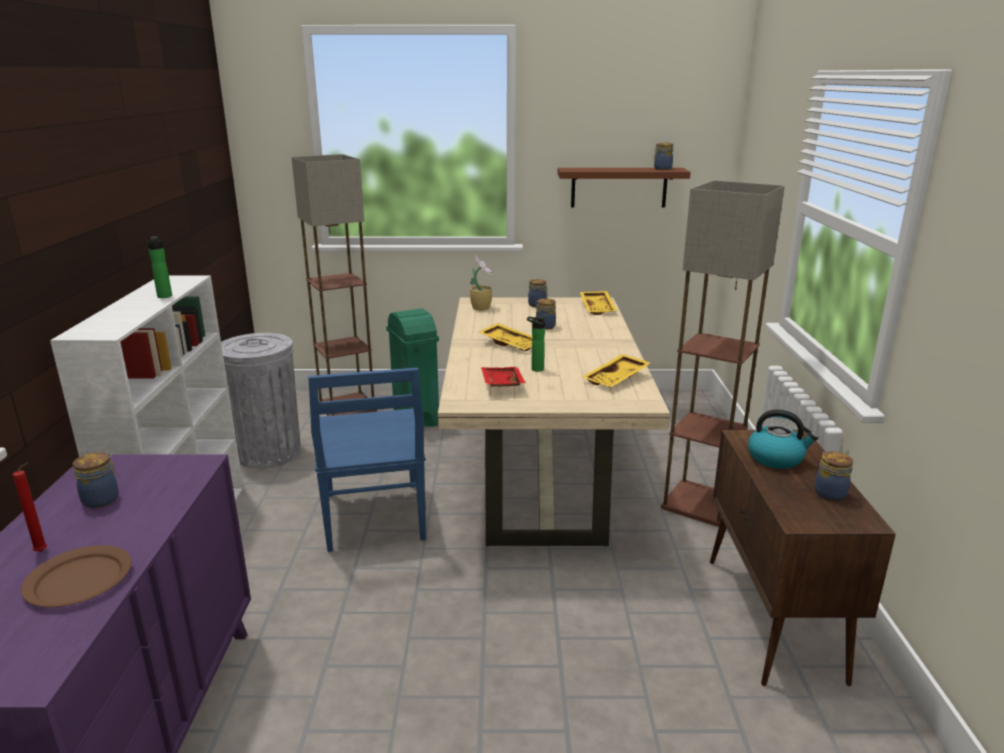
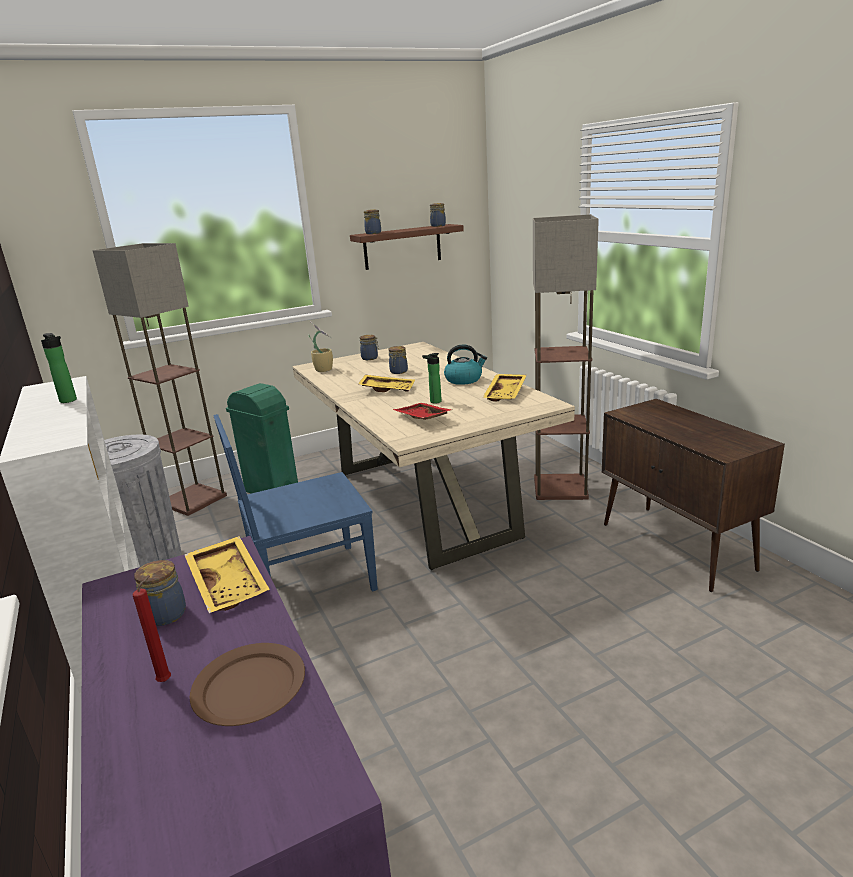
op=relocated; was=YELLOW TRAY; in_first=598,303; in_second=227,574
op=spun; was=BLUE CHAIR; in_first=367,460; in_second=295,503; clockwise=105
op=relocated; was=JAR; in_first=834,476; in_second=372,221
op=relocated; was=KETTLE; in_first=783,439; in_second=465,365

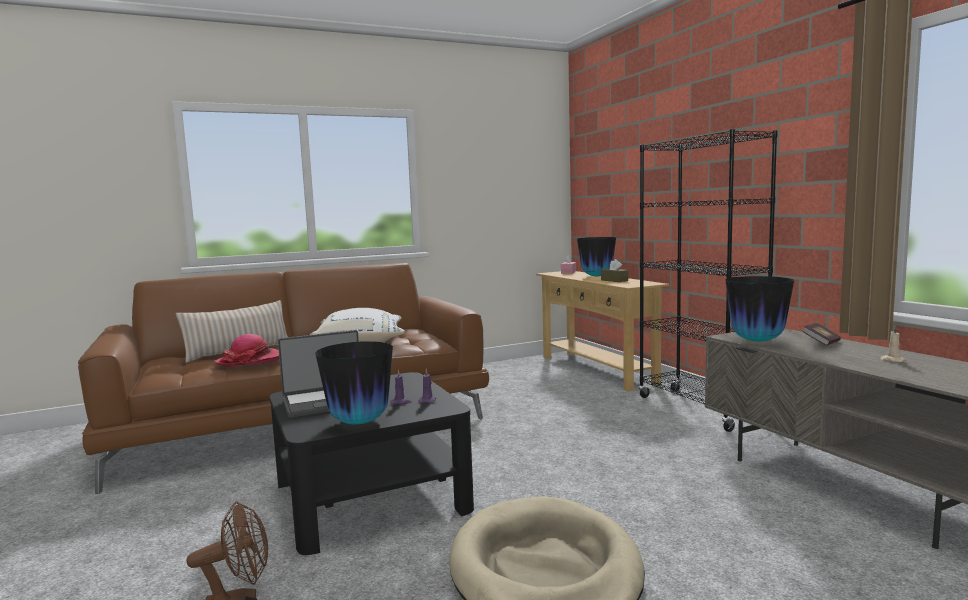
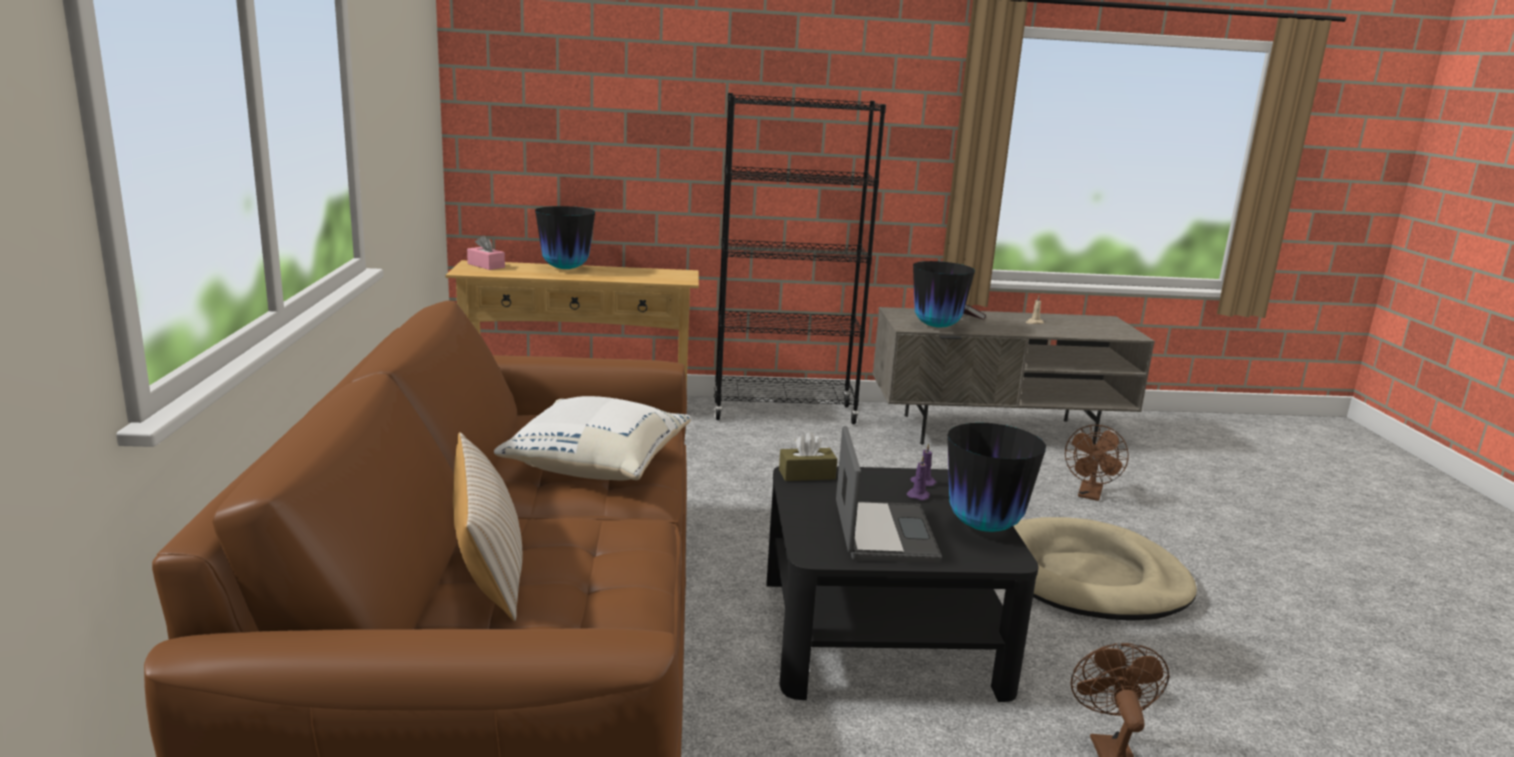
op=relocated; was=BROWN TISSUE BOX; in_first=614,270; in_second=808,456
op=appeared; now=BROWN FAN; in_second=1097,463
op=missing; was=HAT; in_first=246,350

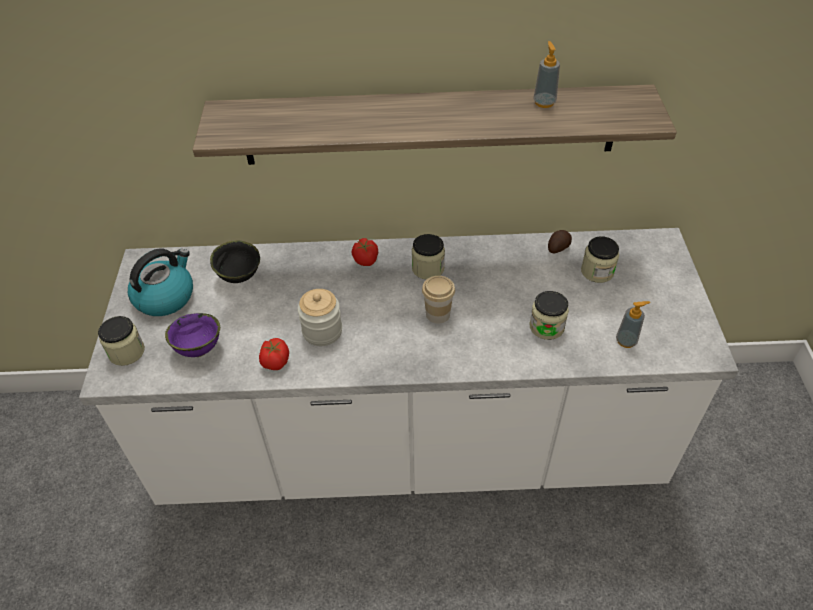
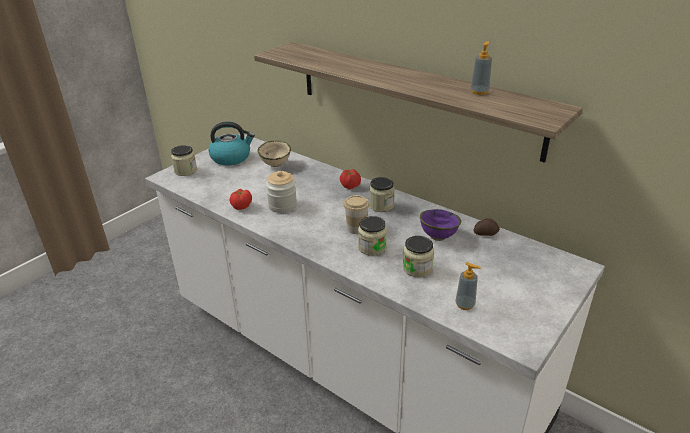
op=colour; was=BLACK BOWL; now=BEIGE BOWL; in_first=235,261; in_second=274,154
op=relocated; was=JAR; in_first=600,259; in_second=372,236
op=relocated; was=PURPLE BOWL; in_first=192,335; in_second=440,225

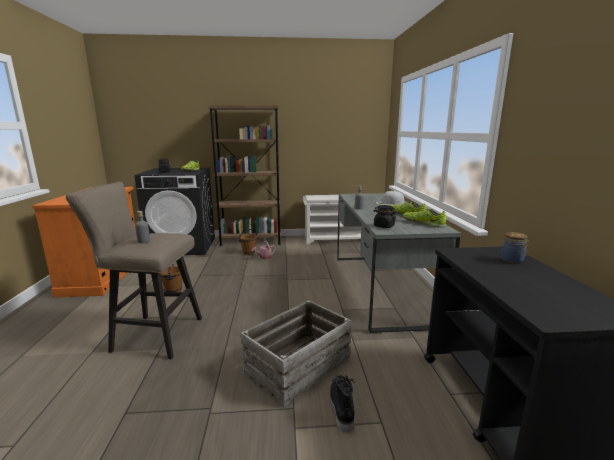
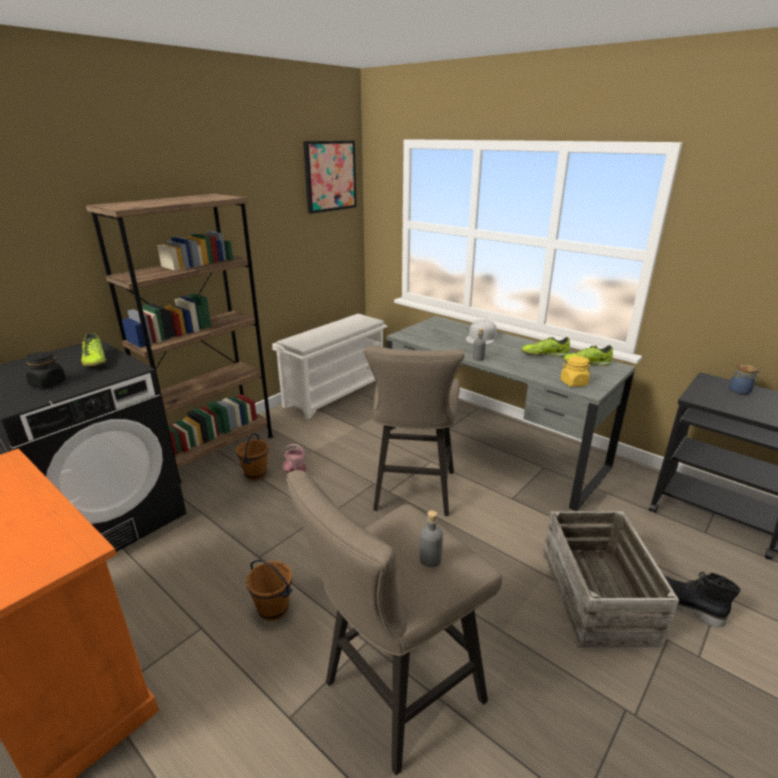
op=appeared; now=PICTURE; in_second=330,177
op=appeared; now=BEIGE STOOL; in_second=414,431
op=colour; was=BLACK JAR; now=YELLOW JAR; in_first=385,216; in_second=575,371

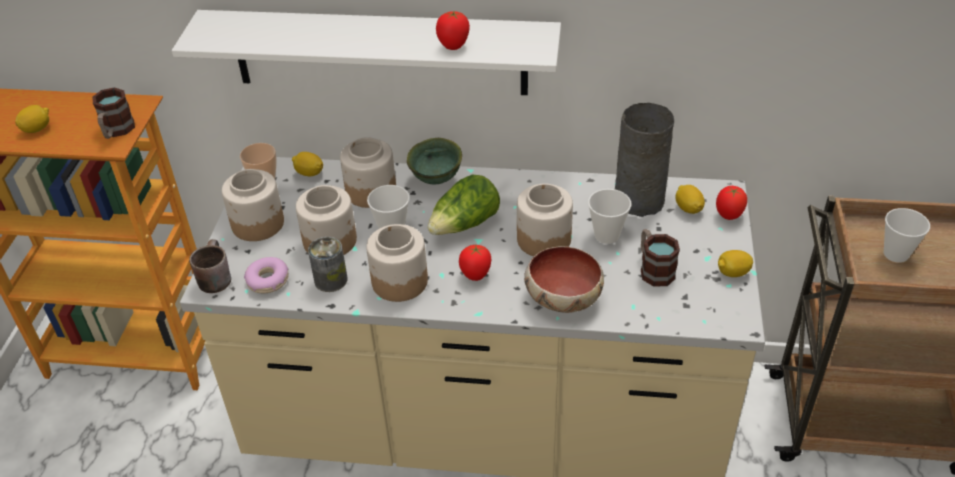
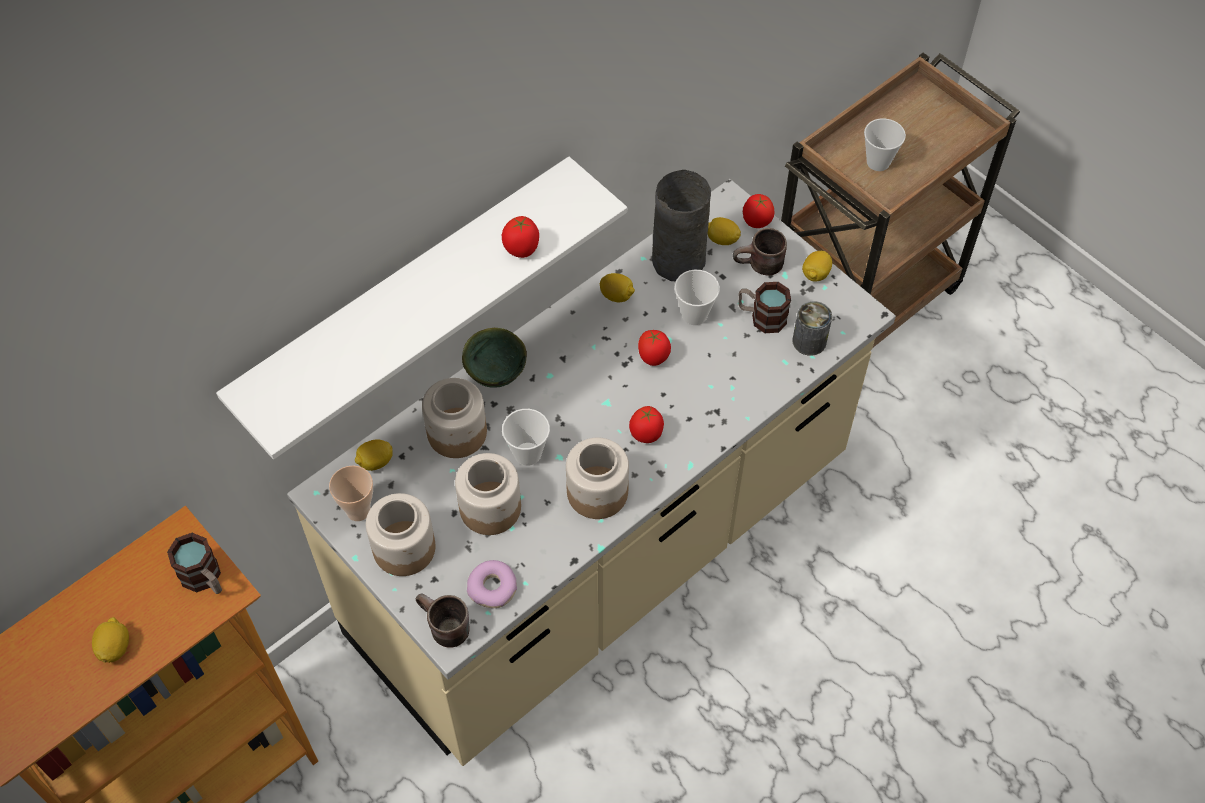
op=appeared; now=LEMON; in_second=617,287
op=exchanged; was=JAR; now=TOMATO; in_first=545,219; in_second=654,348
op=appeared; now=BROWN MUG; in_second=760,251
op=relocated; was=CAN; in_first=328,264; in_second=812,328
op=missing; was=LETTUCE; in_first=464,205
op=missing; was=BOWL; in_first=564,279

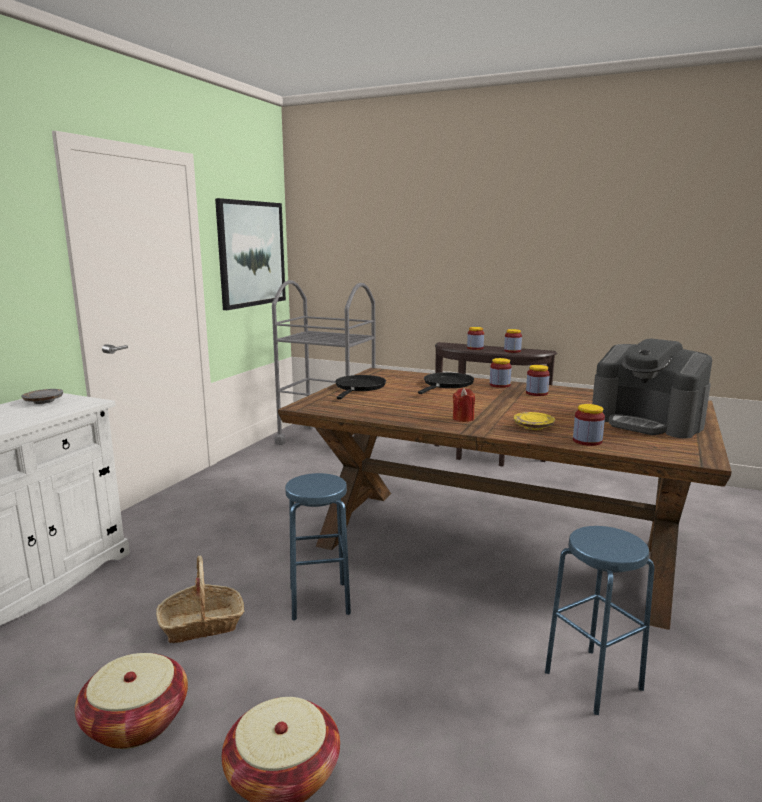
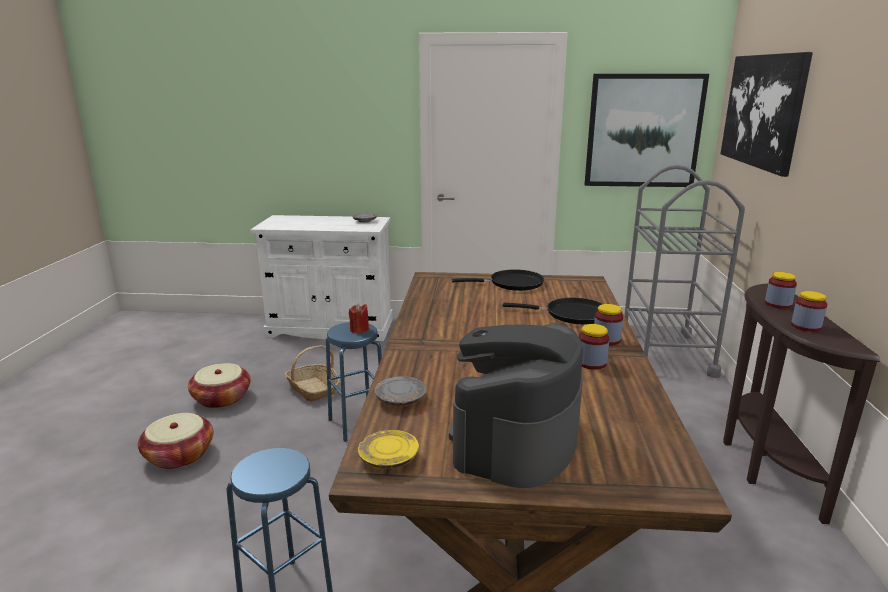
op=relocated; was=RED CANDLE; in_first=464,405; in_second=359,318
op=relocated; was=YELLOW PLATE; in_first=534,421; in_second=388,449
op=exchanged; was=JAR; now=GREY PLATE; in_first=589,425; in_second=400,391
op=appeared; now=PICTURE; in_second=767,114

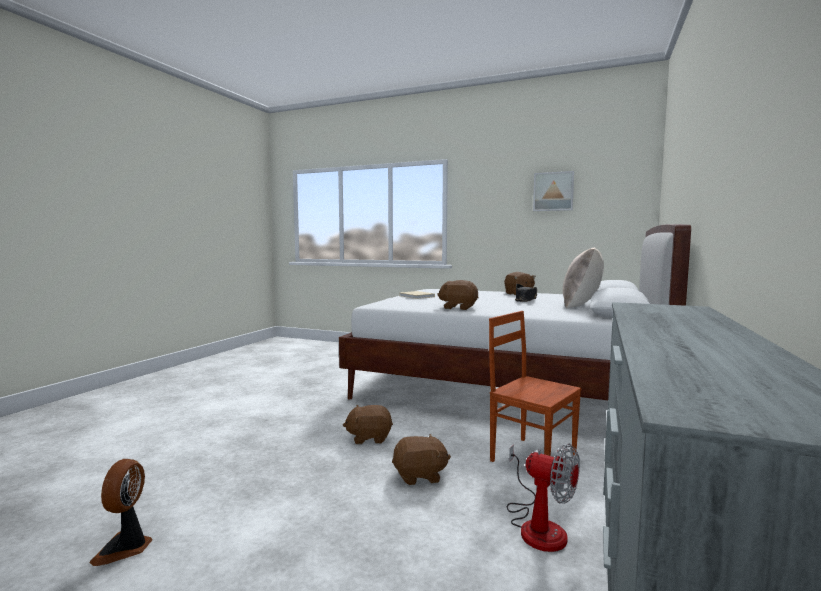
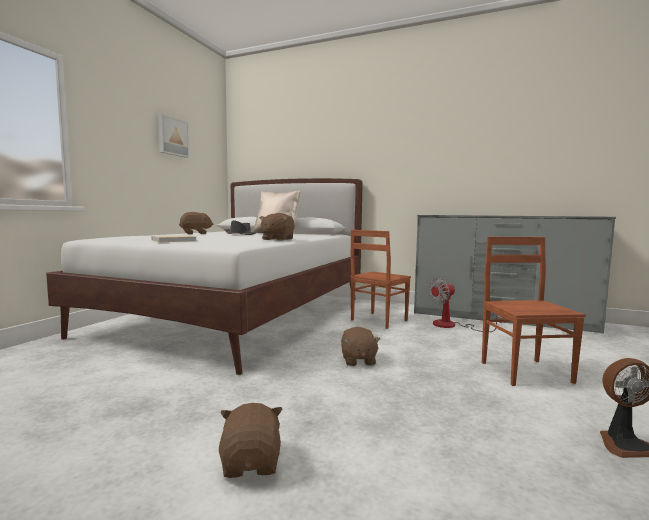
op=relocated; was=BROWN PLUSH TOY; in_first=421,459; in_second=250,440
op=spun; was=FAN; in_first=543,497; in_second=465,304; clockwise=-150
op=appeared; now=BROWN CHAIR; in_second=534,311

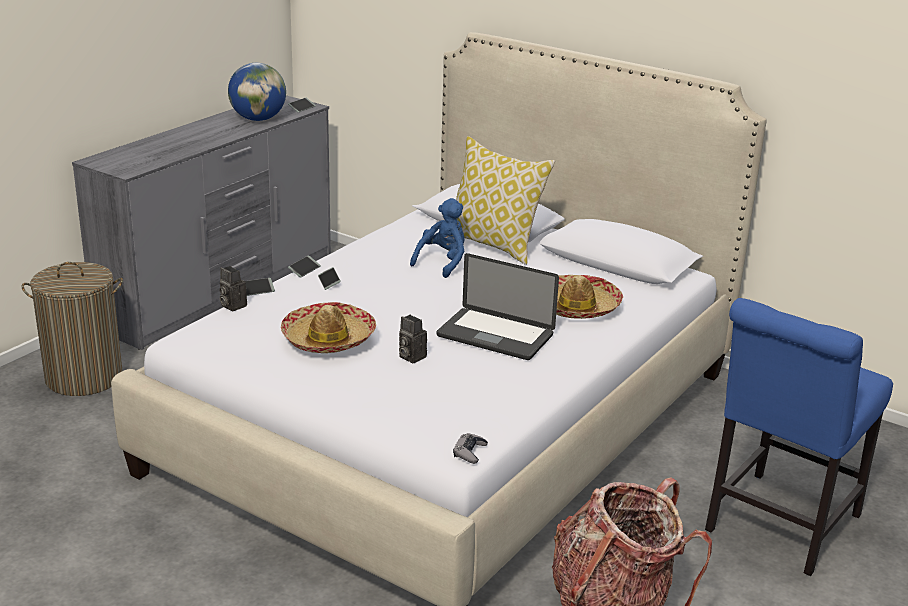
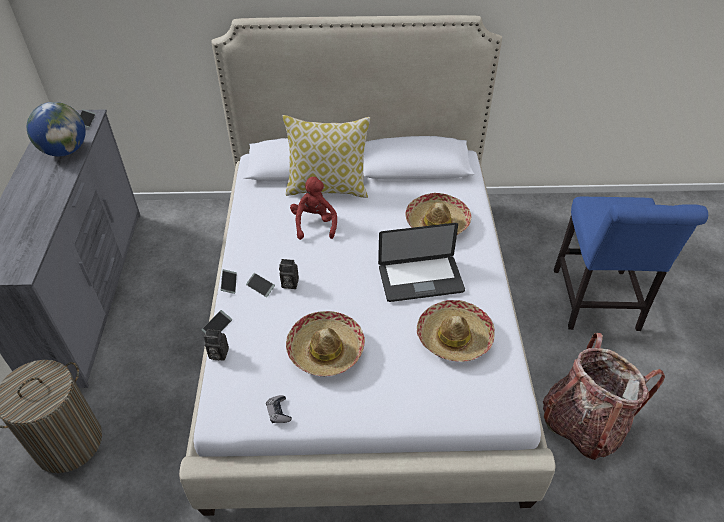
op=relocated; was=GREY GAME CONTROLLER; in_first=470,448; in_second=279,409
op=relocated; was=PHOTO CAMERA; in_first=413,339; in_second=289,274
op=colour; was=BLUE PLUSH TOY; now=RED PLUSH TOY; in_first=437,238; in_second=313,208
op=appeared; now=HAT; in_second=456,331

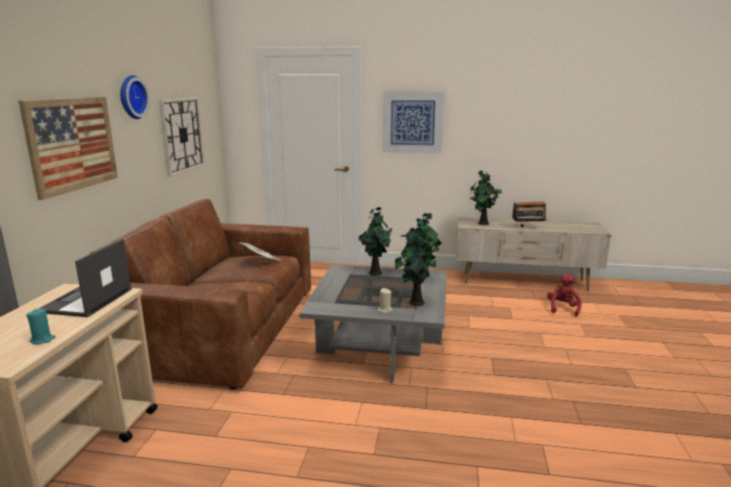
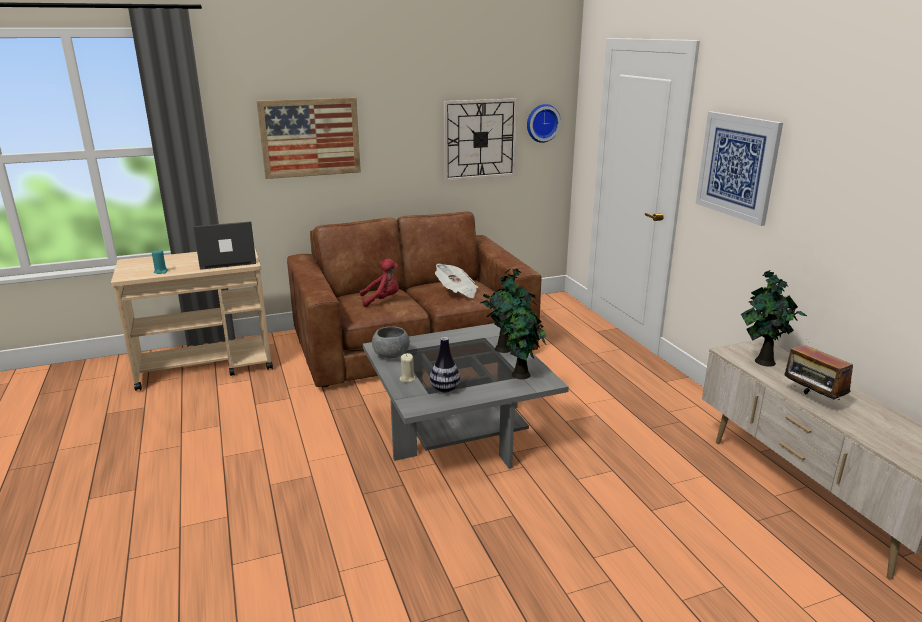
op=relocated; was=RED PLUSH TOY; in_first=564,295; in_second=379,282
op=appeared; now=GREY BOWL; in_second=391,342
op=exchanged; was=POTTED PLANT; now=VASE; in_first=415,267; in_second=445,365
op=relocated; was=WALL CLOCK; in_first=135,97; in_second=544,123

